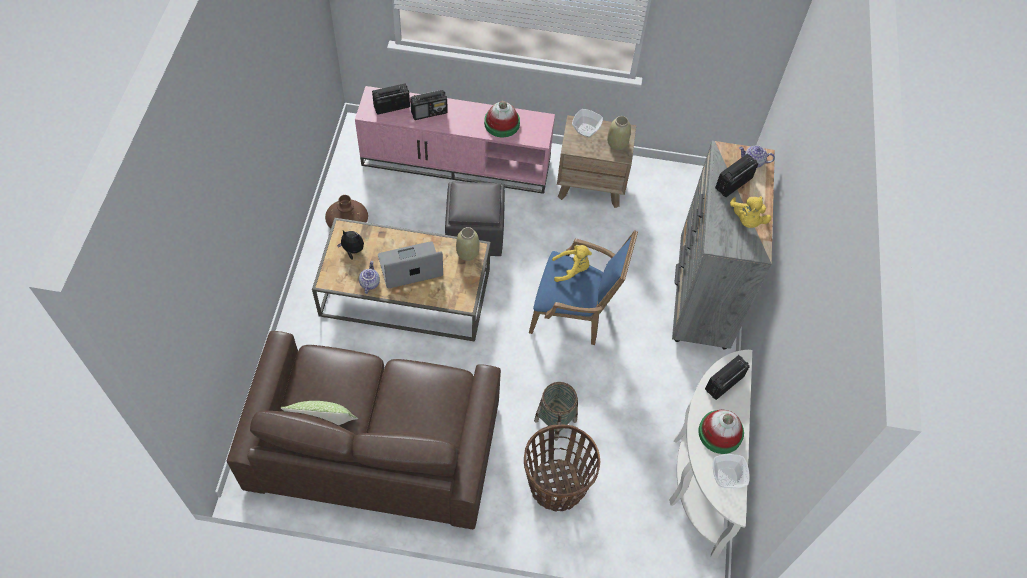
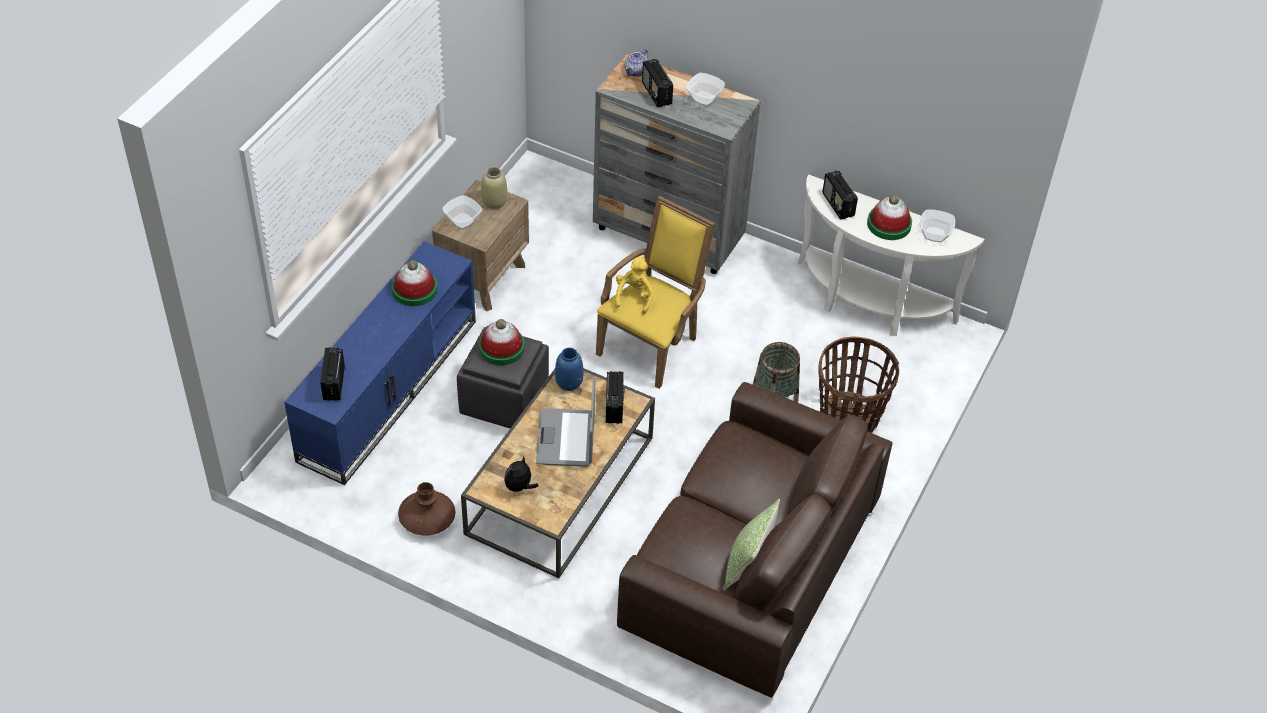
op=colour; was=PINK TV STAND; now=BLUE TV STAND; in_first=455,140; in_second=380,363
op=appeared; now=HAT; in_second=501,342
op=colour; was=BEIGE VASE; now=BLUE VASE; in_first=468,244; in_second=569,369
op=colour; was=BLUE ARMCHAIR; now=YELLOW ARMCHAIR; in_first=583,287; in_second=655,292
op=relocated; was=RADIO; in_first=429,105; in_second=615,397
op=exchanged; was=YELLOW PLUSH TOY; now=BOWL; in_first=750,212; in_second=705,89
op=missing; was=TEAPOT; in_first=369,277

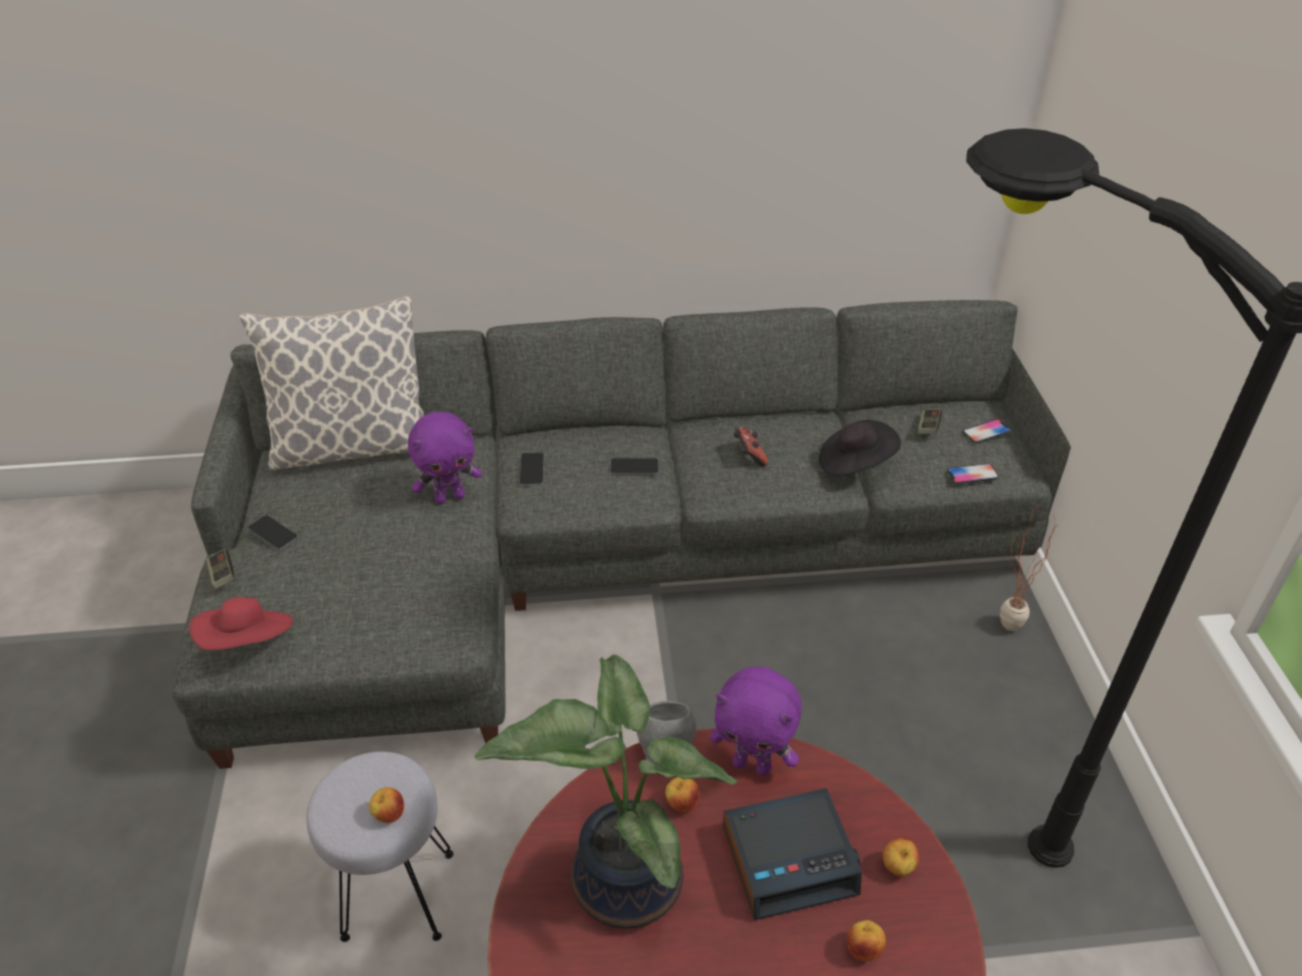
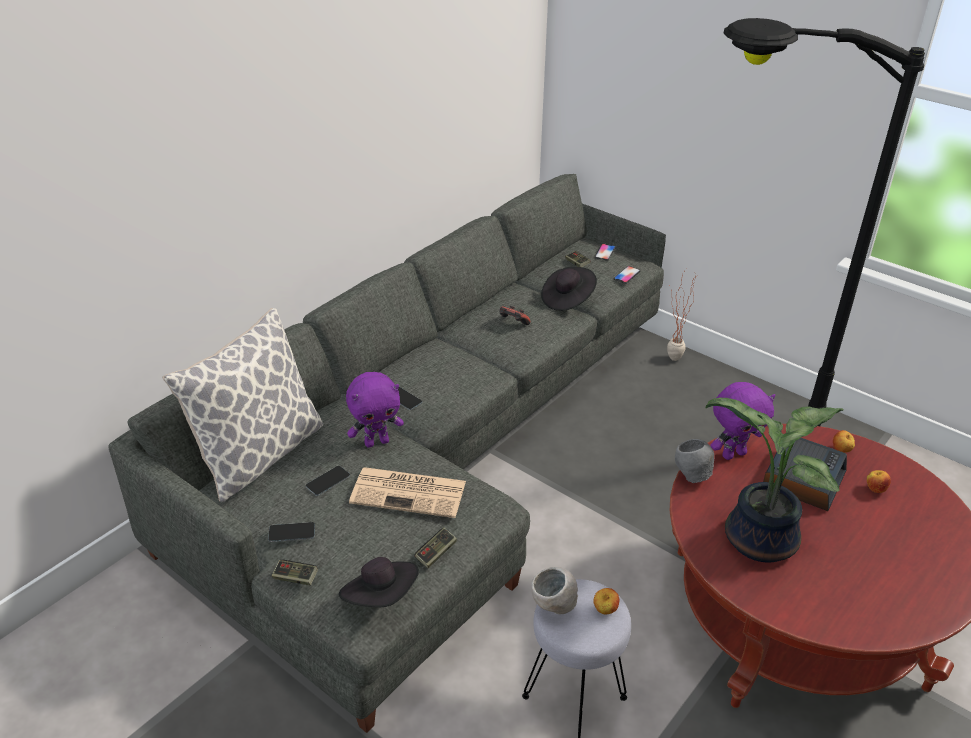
op=relocated; was=PHONE; in_first=634,466; in_second=328,481
op=colour; was=RED HAT; now=BLACK HAT; in_first=241,623; in_second=379,582
op=spun; was=PURPLE PLUSH TOY; in_first=445,458; in_second=375,410; clockwise=45
op=appeared; now=NEWSPAPER; in_second=407,492
op=appeared; now=GAME CONTROLLER; in_second=436,548
op=appeared; now=GREY BOWL; in_second=554,591
op=missing; was=APPLE; in_first=682,795

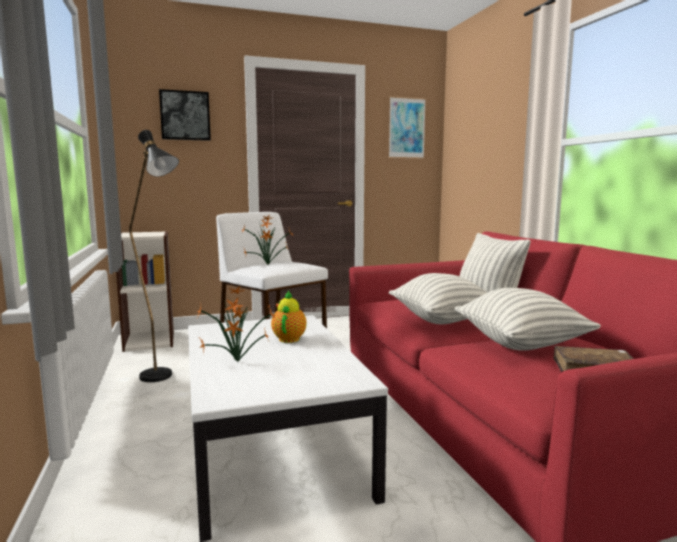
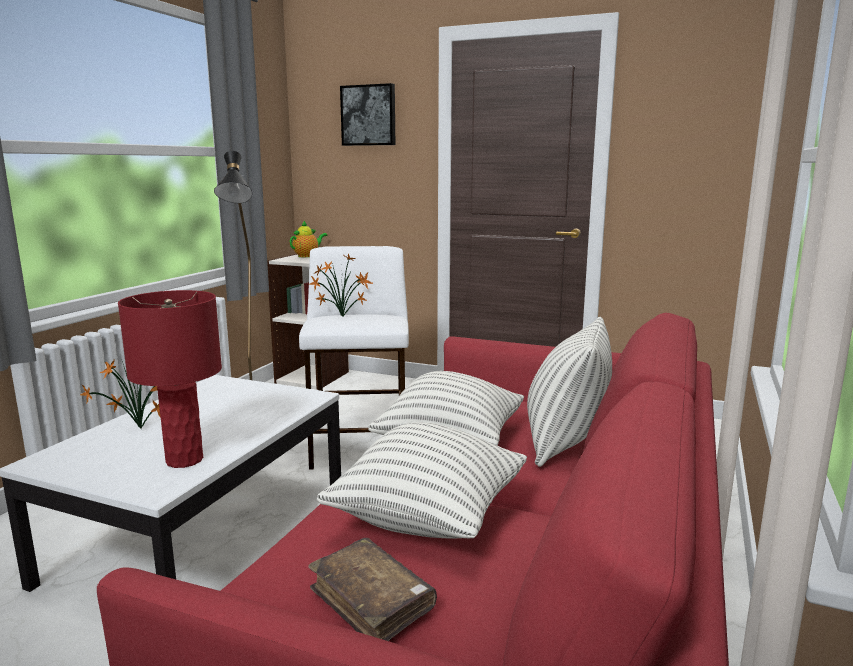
op=appeared; now=RED TABLE LAMP; in_second=170,379
op=relocated; was=TEAPOT; in_first=288,317; in_second=308,239
op=missing; was=PICTURE; in_first=407,127

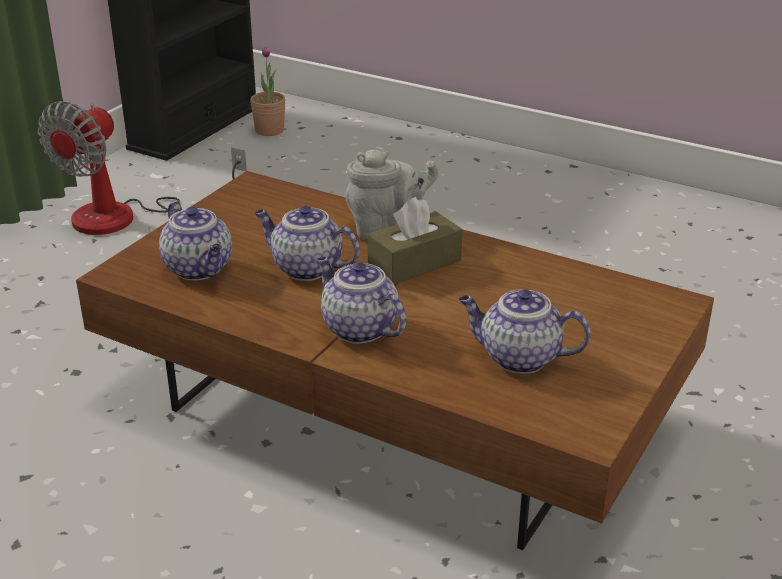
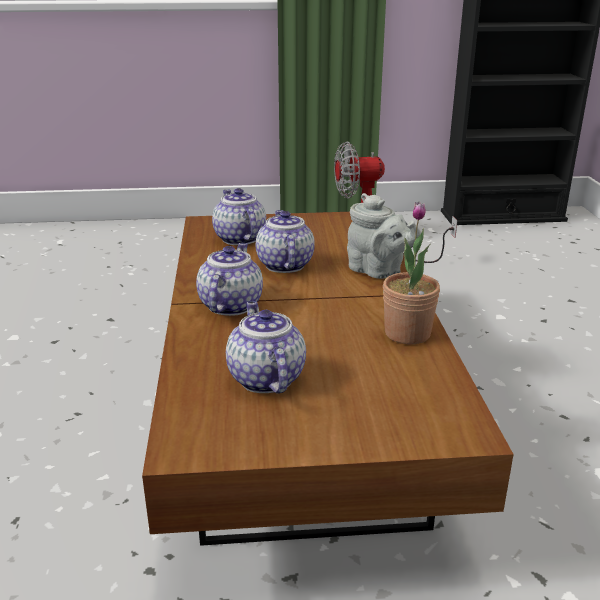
op=spun; was=TEAPOT; in_first=195,240; in_second=239,216; clockwise=135
op=relocated; was=POTTED PLANT; in_first=267,91; in_second=411,273
op=missing; was=BROWN TISSUE BOX; in_first=415,240

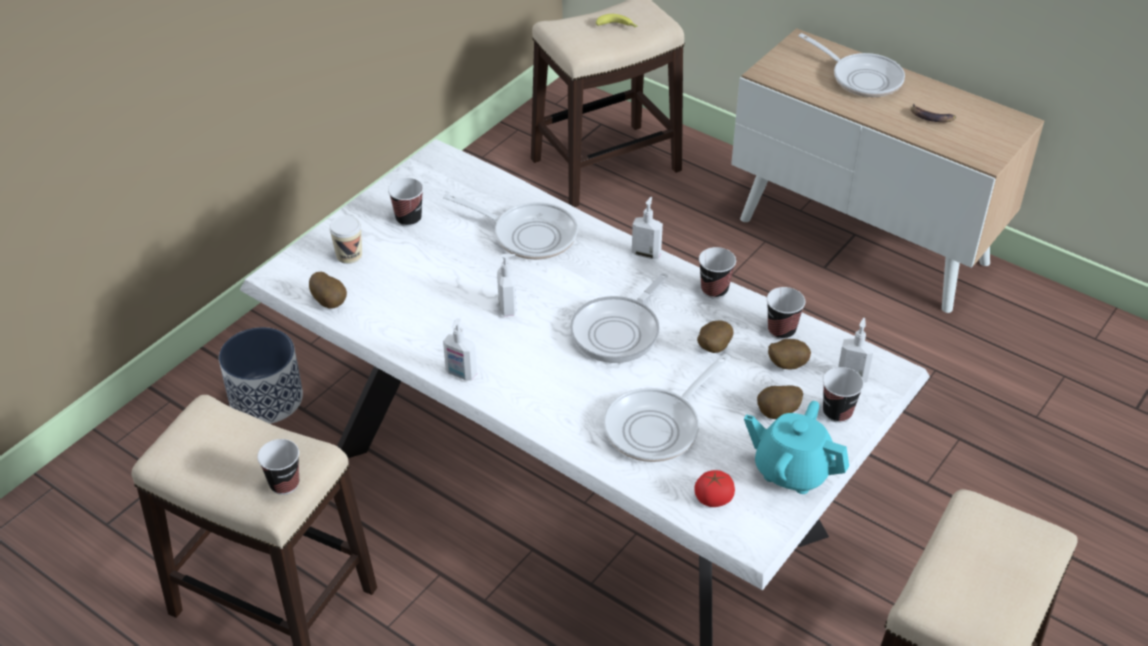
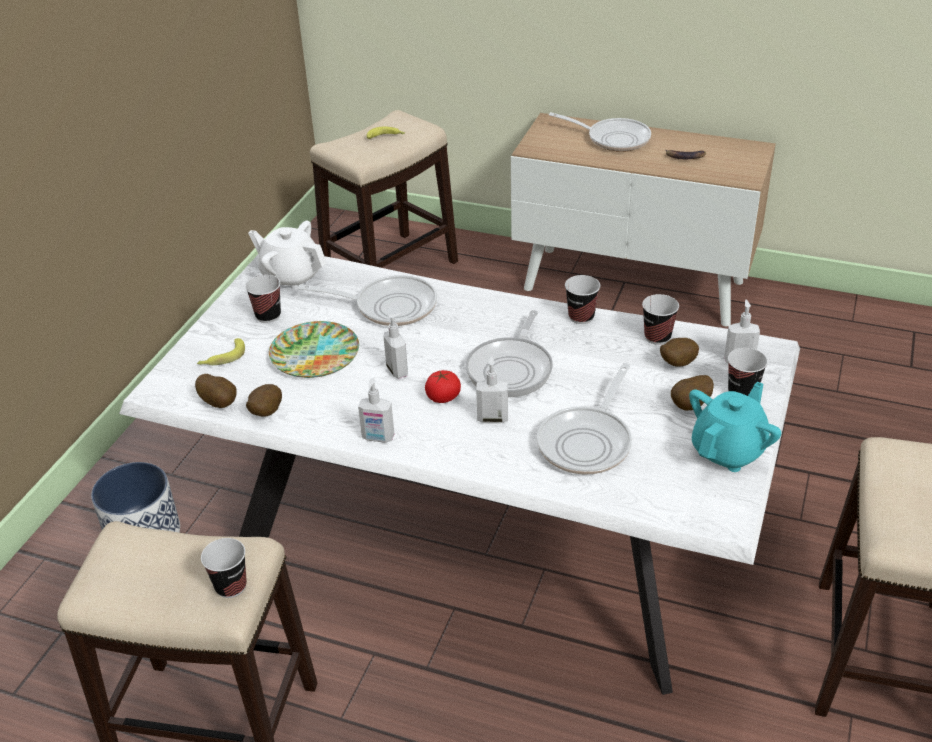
op=exchanged; was=CUP; now=BANANA; in_first=345,239; in_second=221,351
op=relocated; was=POTATO; in_first=715,336; in_second=264,400
op=appeared; now=WHITE TEAPOT; in_second=287,255
op=appeared; now=PLATE; in_second=314,349
op=relocated; was=TOMATO; in_first=715,488; in_second=443,386
op=relocated; was=SOAP DISPENSER; in_first=647,228; in_second=492,389
op=spun; was=TURQUOISE TEAPOT; in_first=796,447; in_second=735,427; clockwise=120

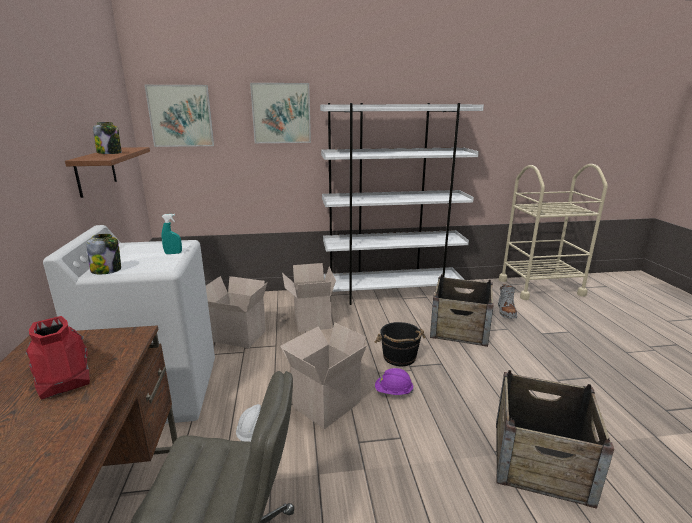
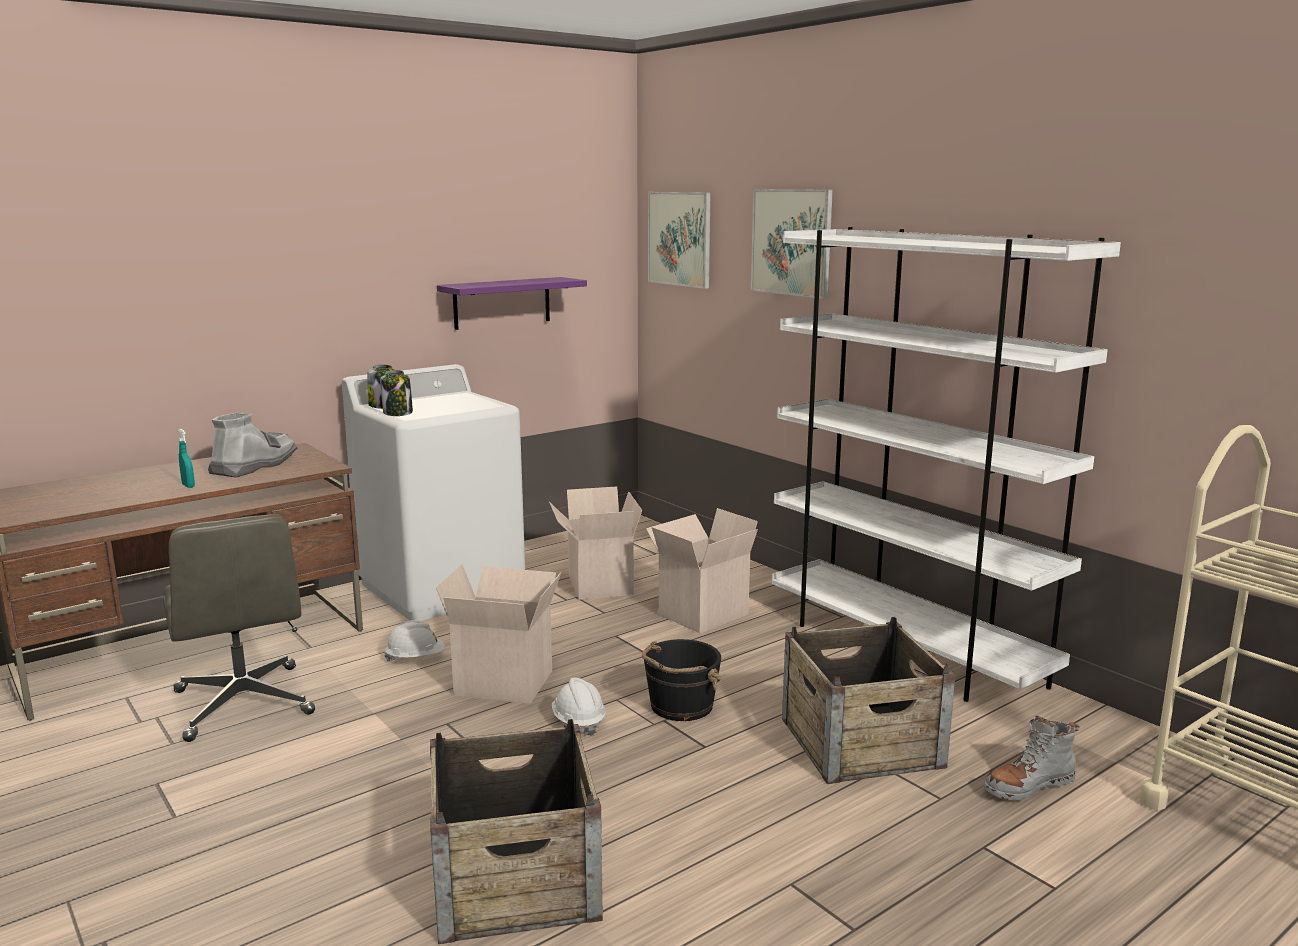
op=relocated; was=TURQUOISE SPRAY BOTTLE; in_first=172,234; in_second=186,458
op=colour; was=RED BOOT; now=GREY BOOT; in_first=58,358; in_second=253,445
op=relocated; was=JAR; in_first=107,138; in_second=396,393
op=colour; was=BROWN SHELF; now=PURPLE SHELF; in_first=107,172; in_second=512,303
op=colour; was=PURPLE HARD HAT; now=WHITE HARD HAT; in_first=394,381; in_second=579,707

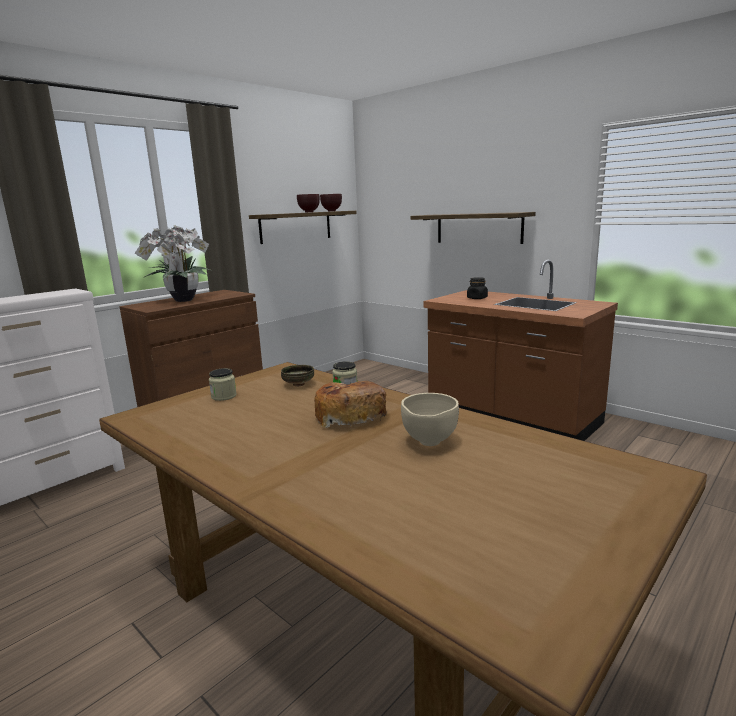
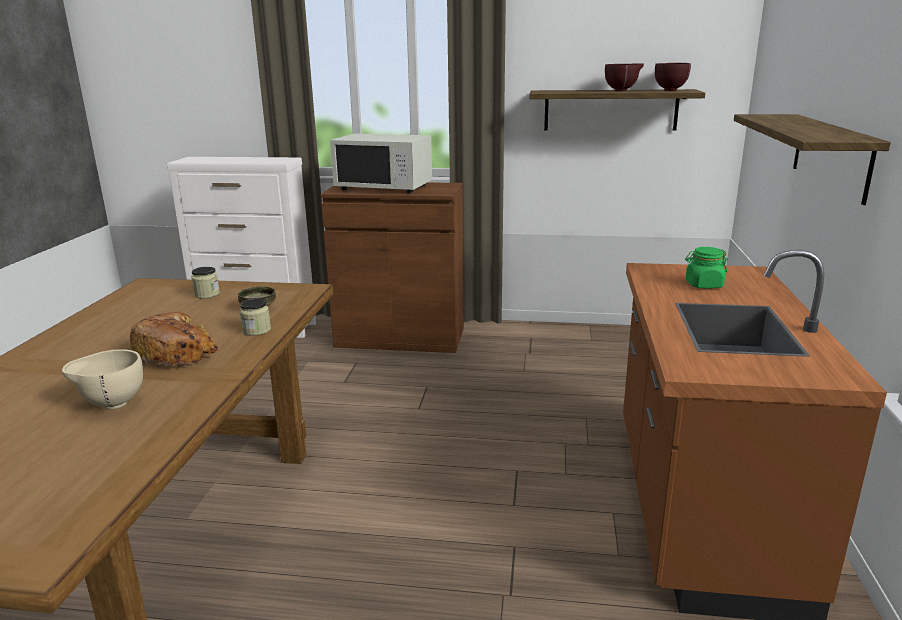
op=exchanged; was=POTTED PLANT; now=WHITE MICROWAVE; in_first=172,263; in_second=381,163
op=colour; was=BLACK JAR; now=GREEN JAR; in_first=477,288; in_second=706,267

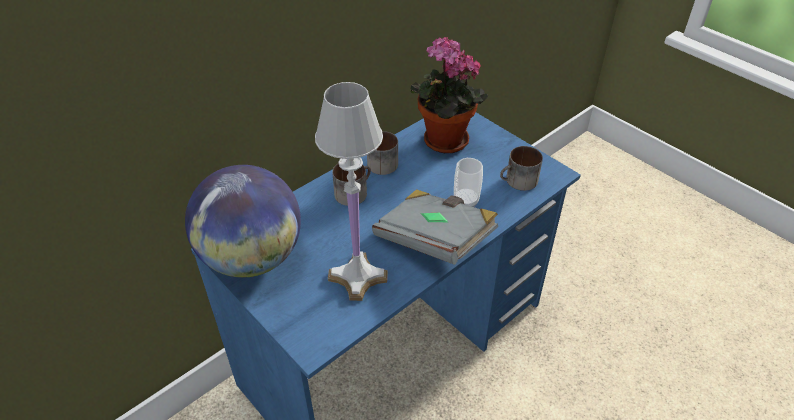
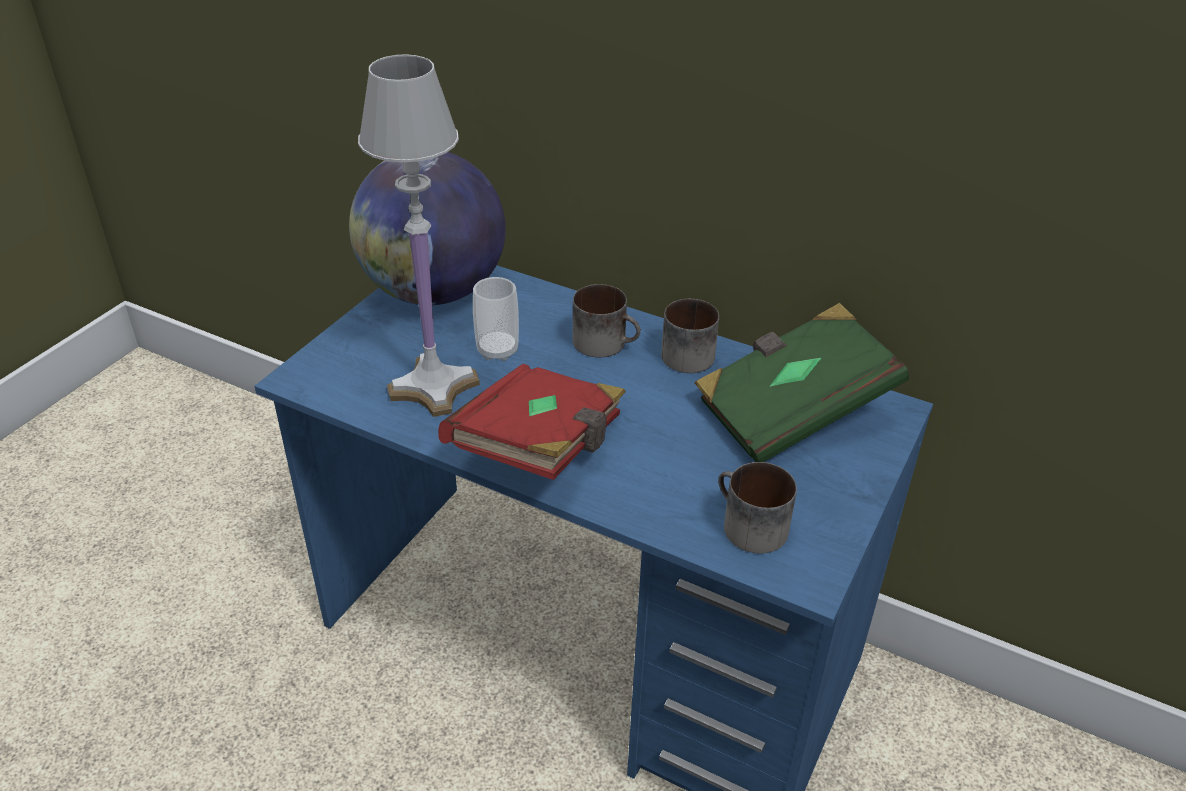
op=colour; was=GREY BOOK; now=RED BOOK; in_first=435,227; in_second=532,422
op=relocated; was=CUP; in_first=468,182; in_second=496,319
op=exchanged; was=POTTED PLANT; now=GREEN BOOK; in_first=449,95; in_second=802,382

